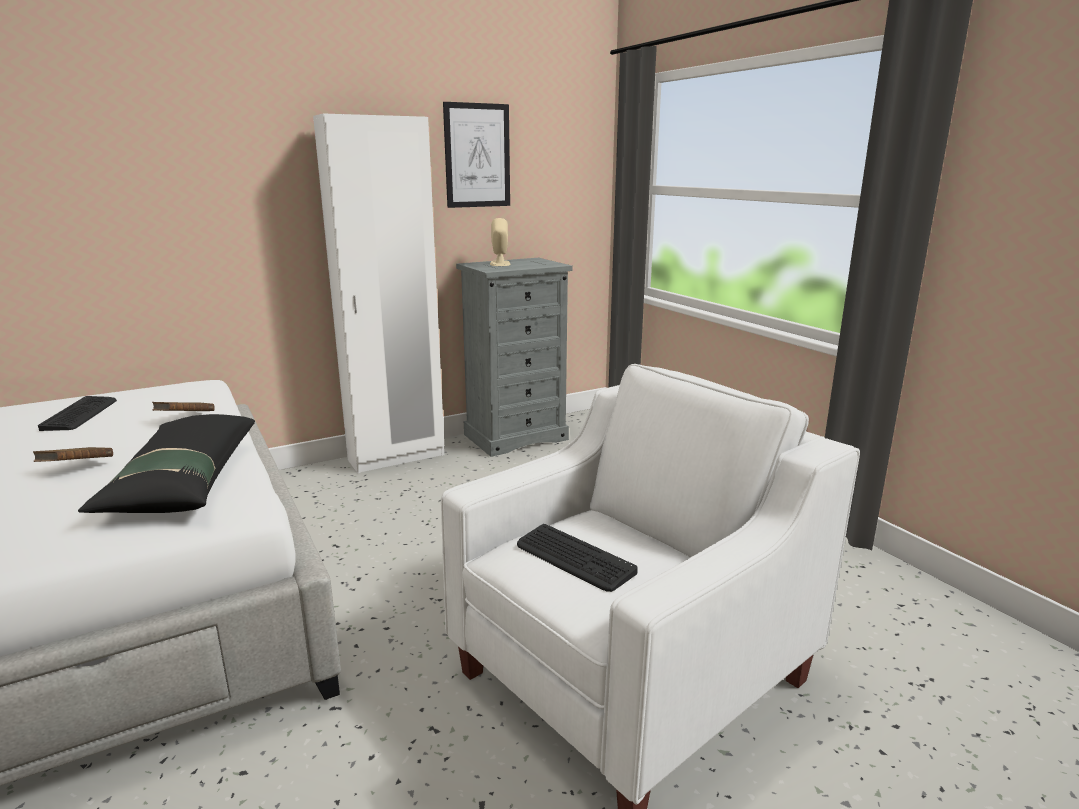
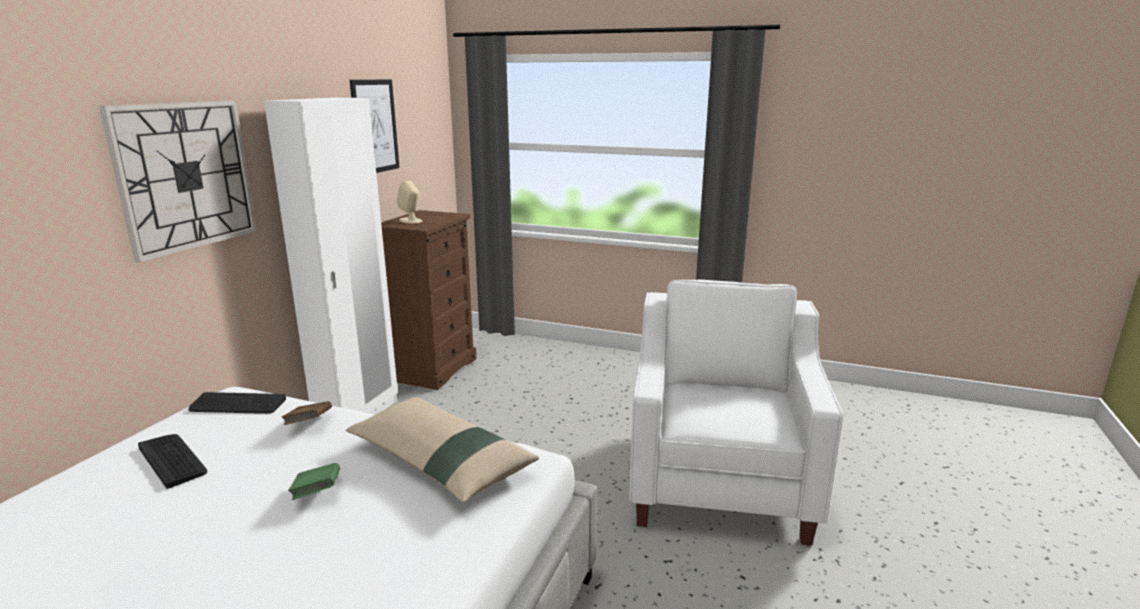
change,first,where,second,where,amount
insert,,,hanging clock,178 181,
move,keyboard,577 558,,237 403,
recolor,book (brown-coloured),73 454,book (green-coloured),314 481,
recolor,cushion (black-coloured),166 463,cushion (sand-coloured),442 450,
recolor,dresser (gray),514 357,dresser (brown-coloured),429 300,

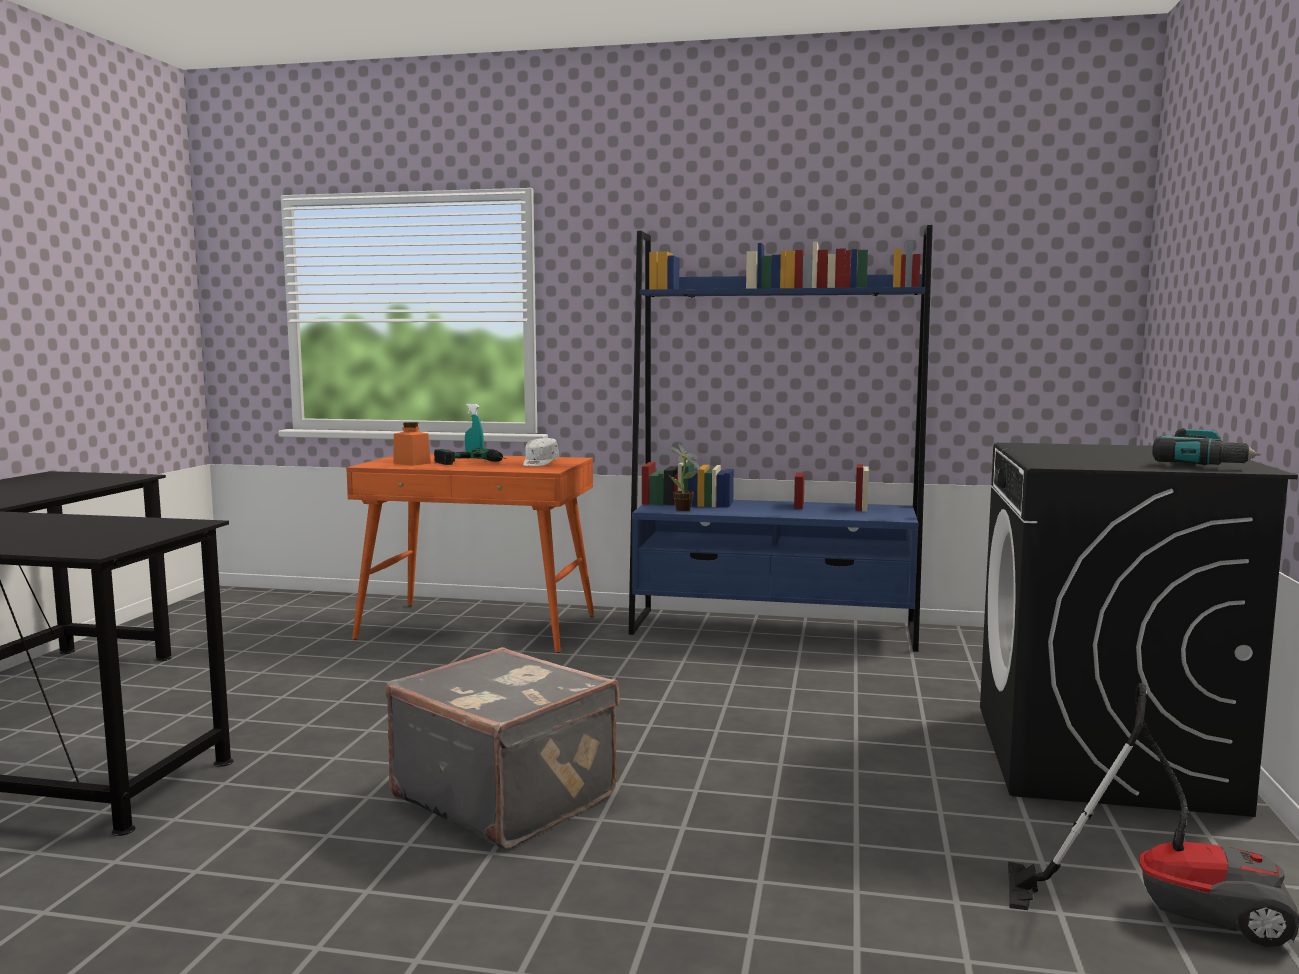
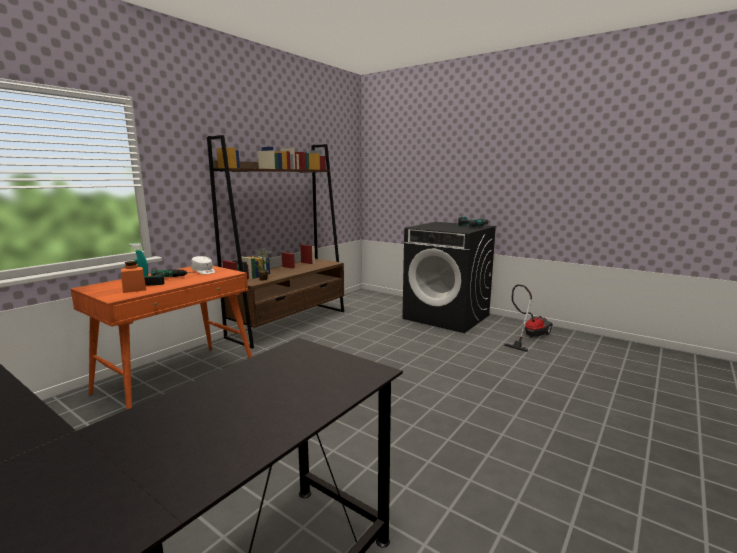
change,first,where,second,where,amount
recolor,bookcase (blue-coloured),781 438,bookcase (brown-coloured),275 242,
delete,piece of luggage (gray),503 748,,,

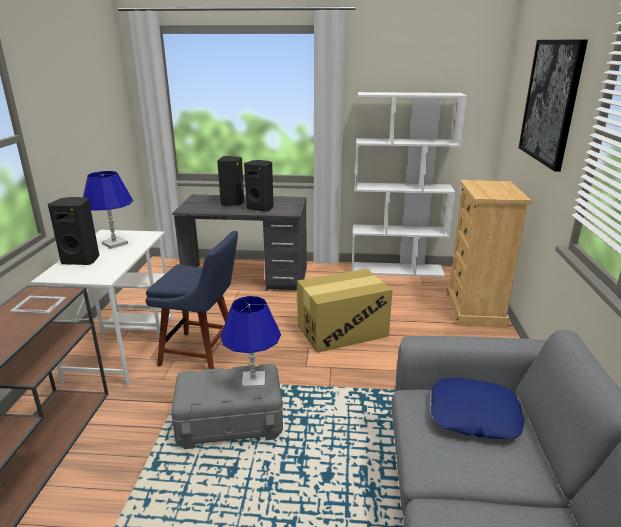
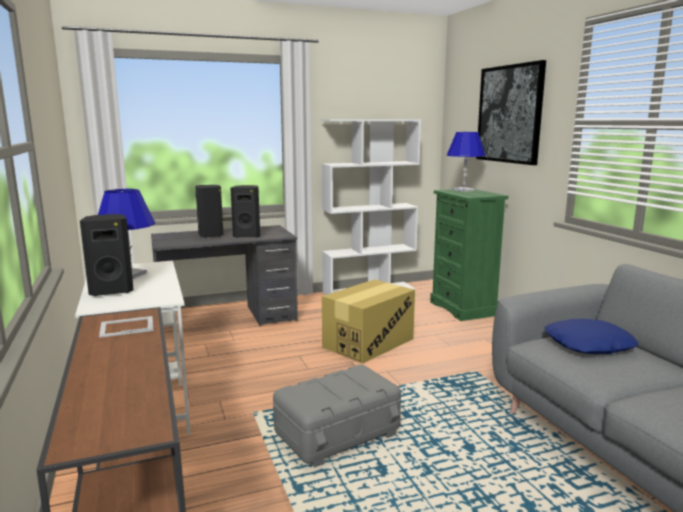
change,first,where,second,where,amount
recolor,dresser (sand-coloured),489 254,dresser (green-coloured),469 255,
move,lamp for a table (blue-coloured),251 342,,466 162,
delete,upright chair (blue-coloured),191 300,,,

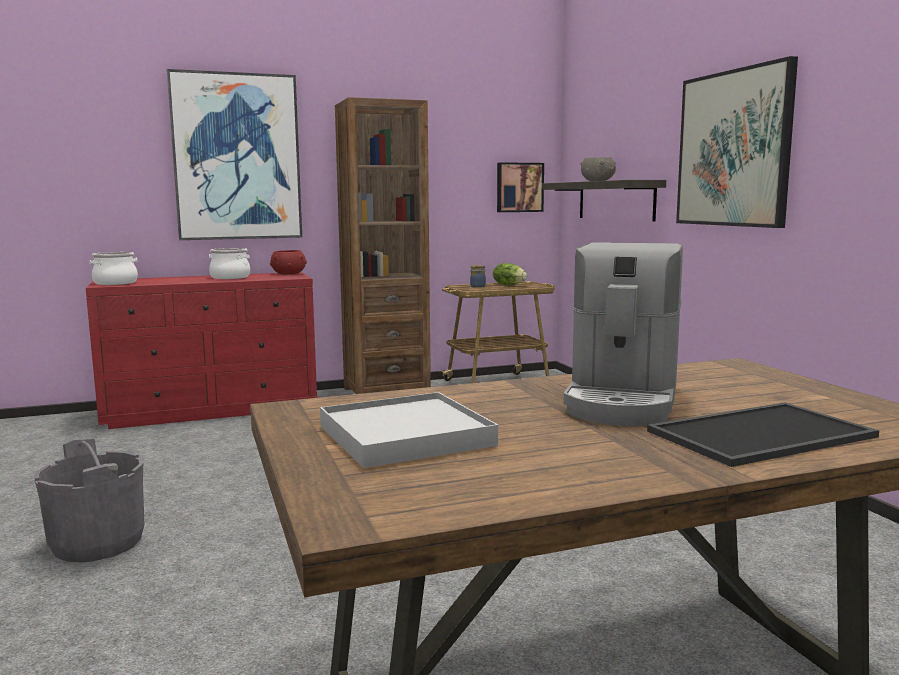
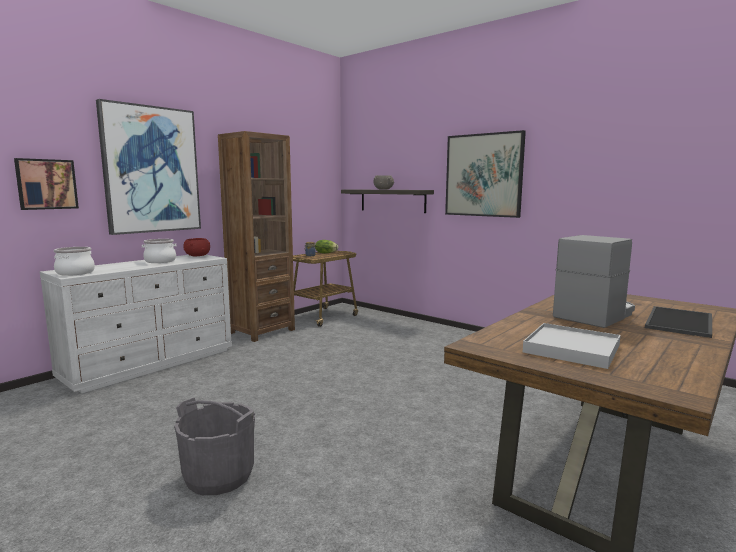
change,first,where,second,where,amount
move,wall picture,520 187,,46 184,
recolor,dresser (red),202 350,dresser (whitish),136 324,
rotate,coffee brewer,623 334,,594 281,120 degrees counterclockwise

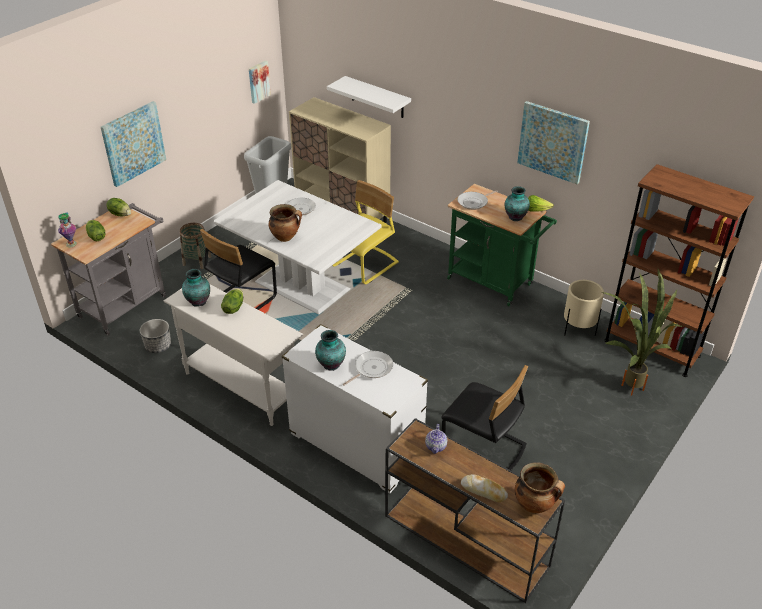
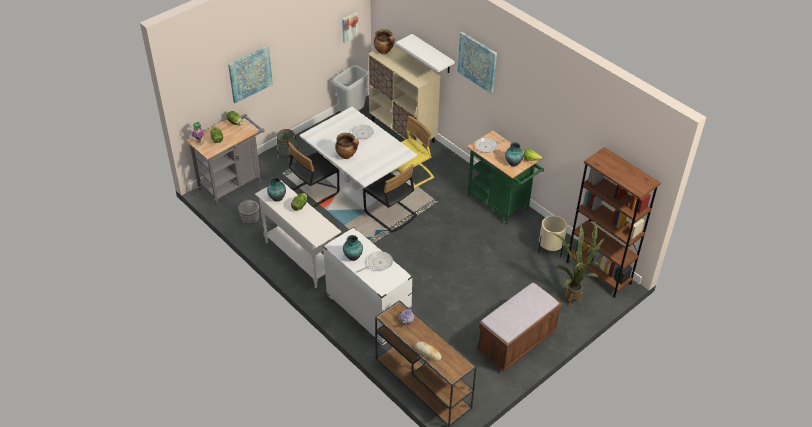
change,first,where,second,where,amount
move,upright chair (black-coloured),484 417,,390 198,
move,stockpot,540 487,,384 41,
move,wall picture,553 142,,477 63,
insert,,,indoor bench (brown-coloured),519 326,

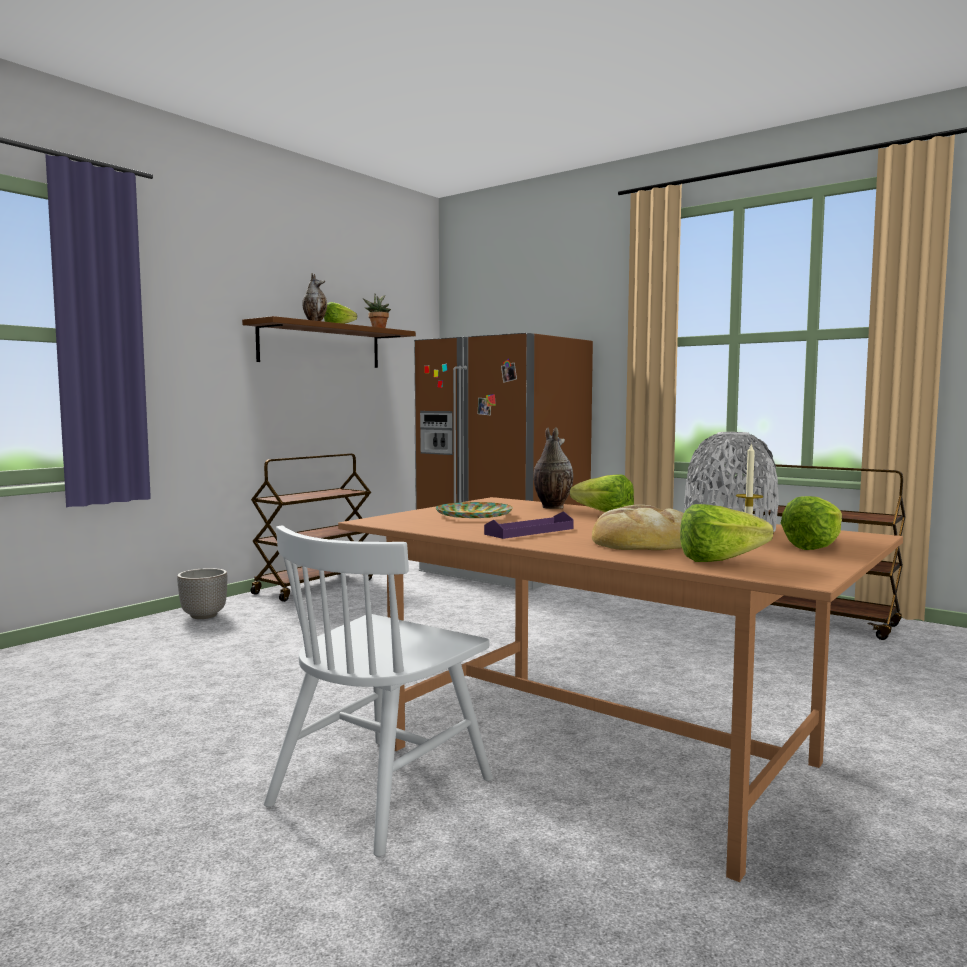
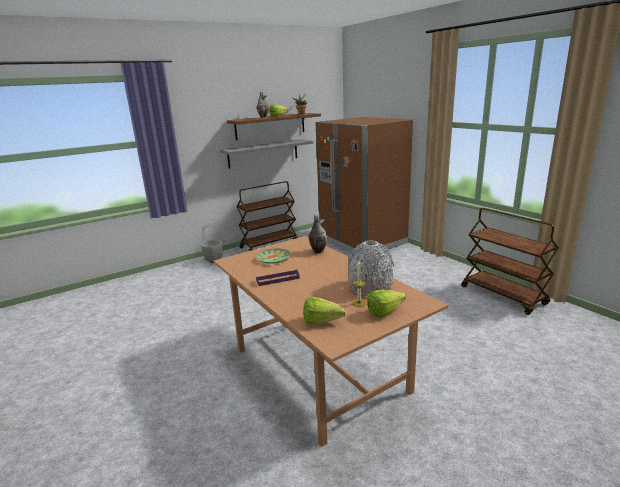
change,first,where,second,where,amount
insert,,,shelf (gray),266 154,
delete,upright chair (whitish),378 691,,,
delete,lettuce,602 493,,,
delete,bread,638 527,,,

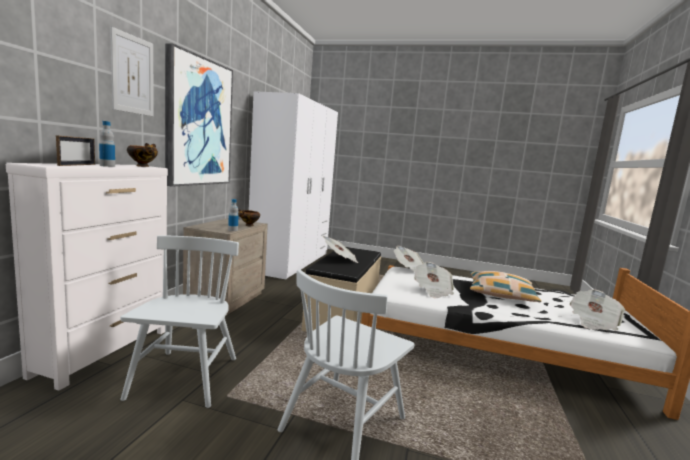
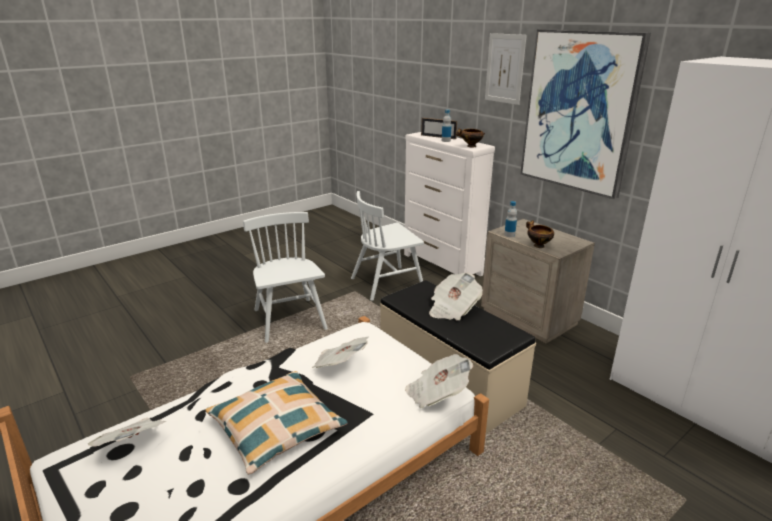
change,first,where,second,where,amount
rotate,upright chair (whitish),179 321,,387 246,120 degrees clockwise

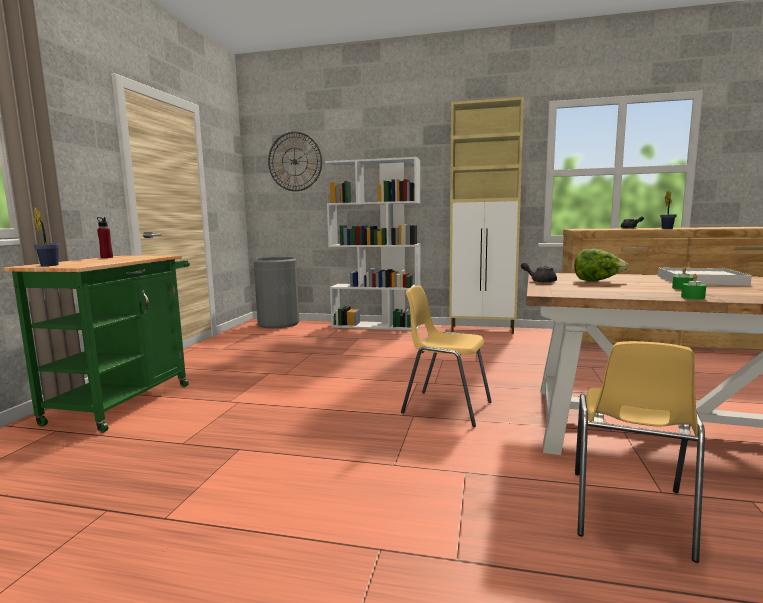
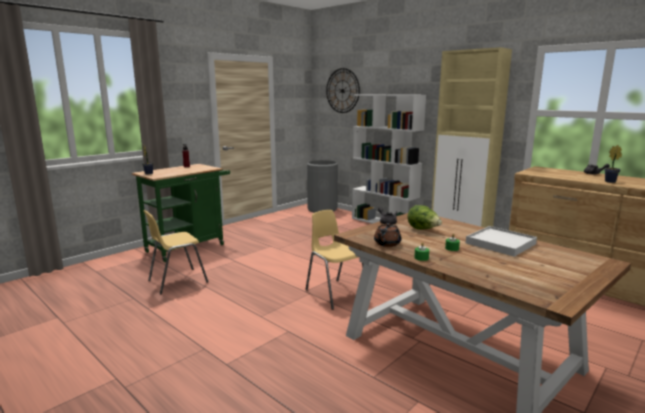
change,first,where,second,where,amount
move,upright chair (yellowish),640 452,,175 252,
insert,,,teapot (brown-coloured),387 235,

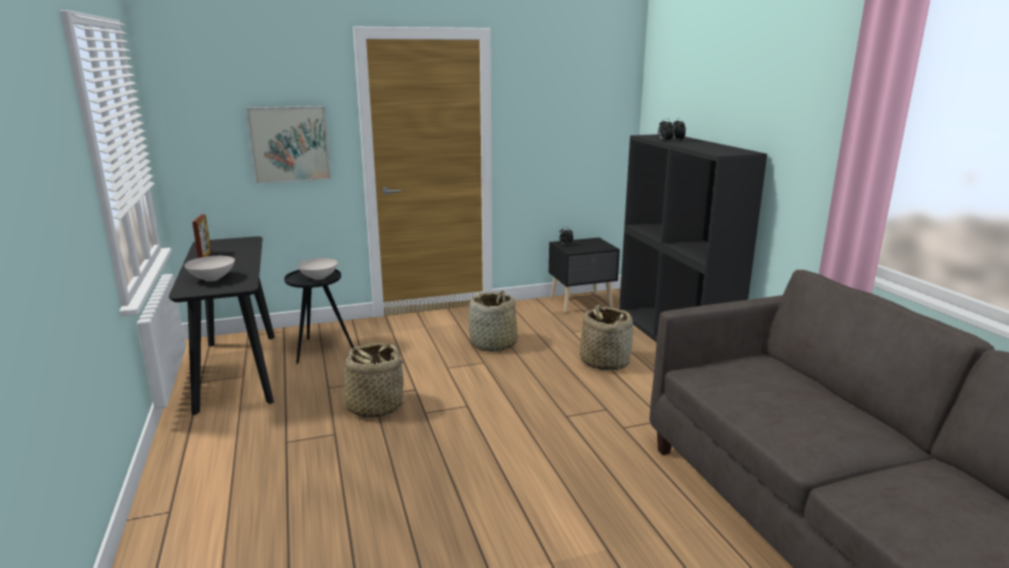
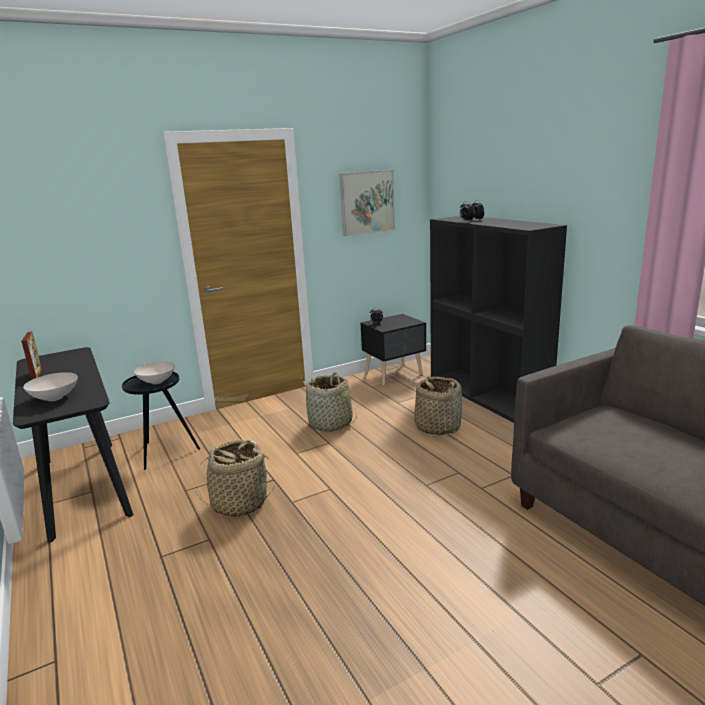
change,first,where,second,where,amount
move,wall picture,288 144,,367 203,

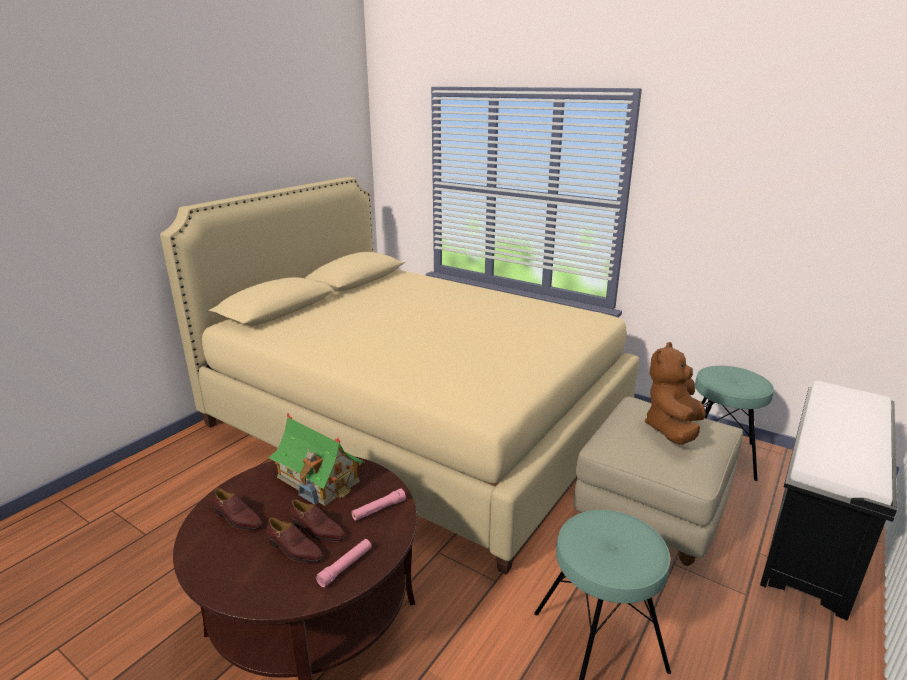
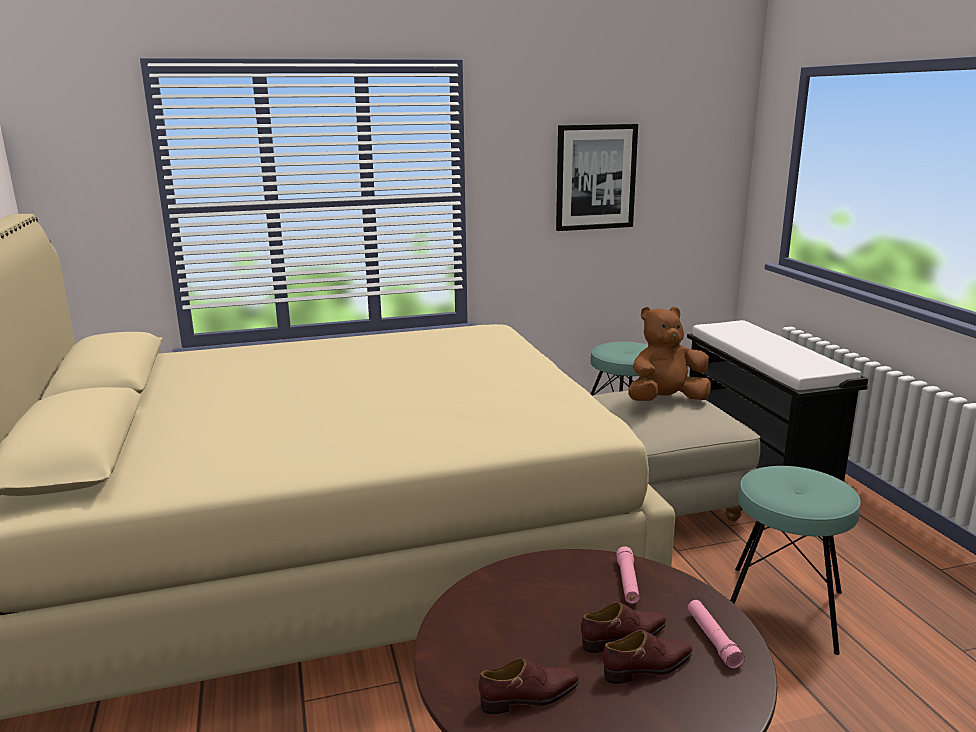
change,first,where,second,where,amount
insert,,,wall picture,597 177,
rotate,plush toy (brown-coloured),675 393,,669 353,90 degrees clockwise
delete,miniature house,316 459,,,

